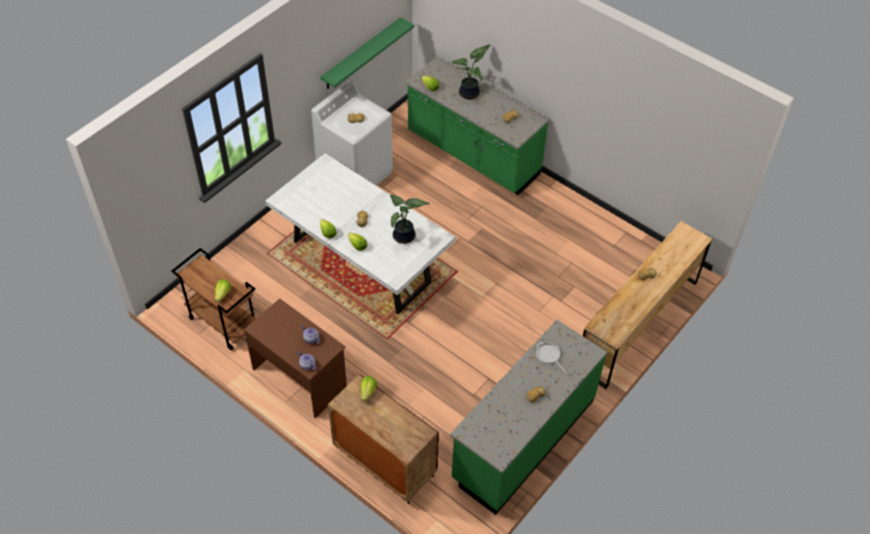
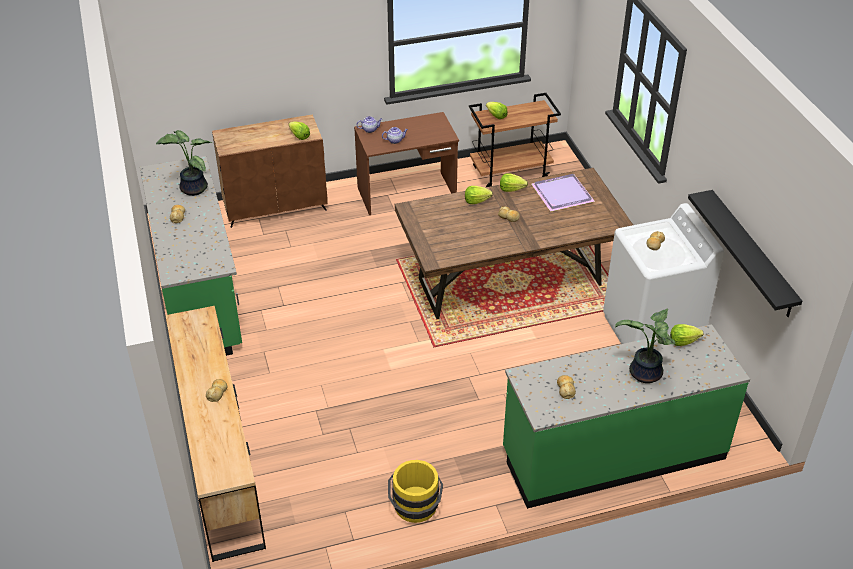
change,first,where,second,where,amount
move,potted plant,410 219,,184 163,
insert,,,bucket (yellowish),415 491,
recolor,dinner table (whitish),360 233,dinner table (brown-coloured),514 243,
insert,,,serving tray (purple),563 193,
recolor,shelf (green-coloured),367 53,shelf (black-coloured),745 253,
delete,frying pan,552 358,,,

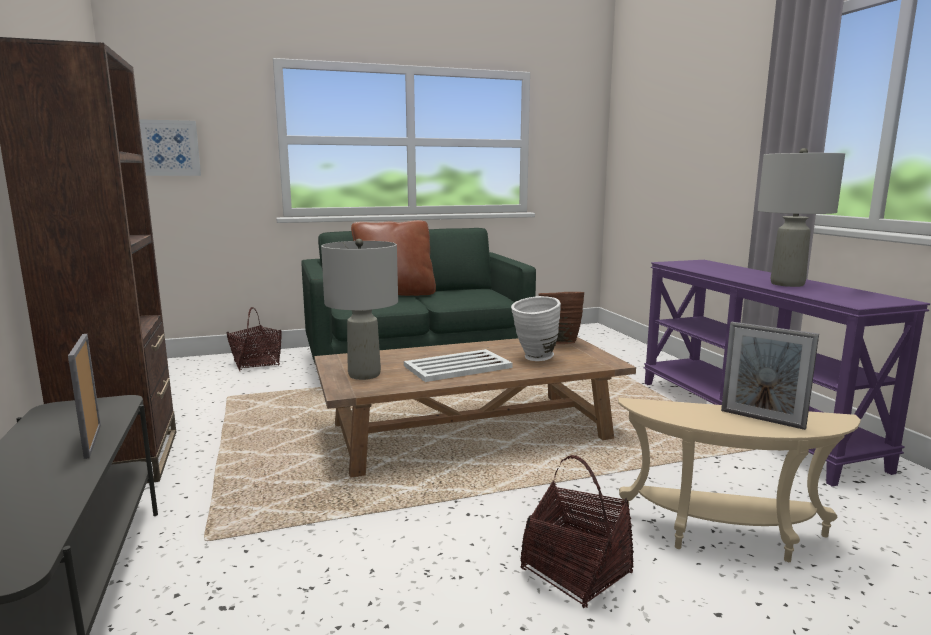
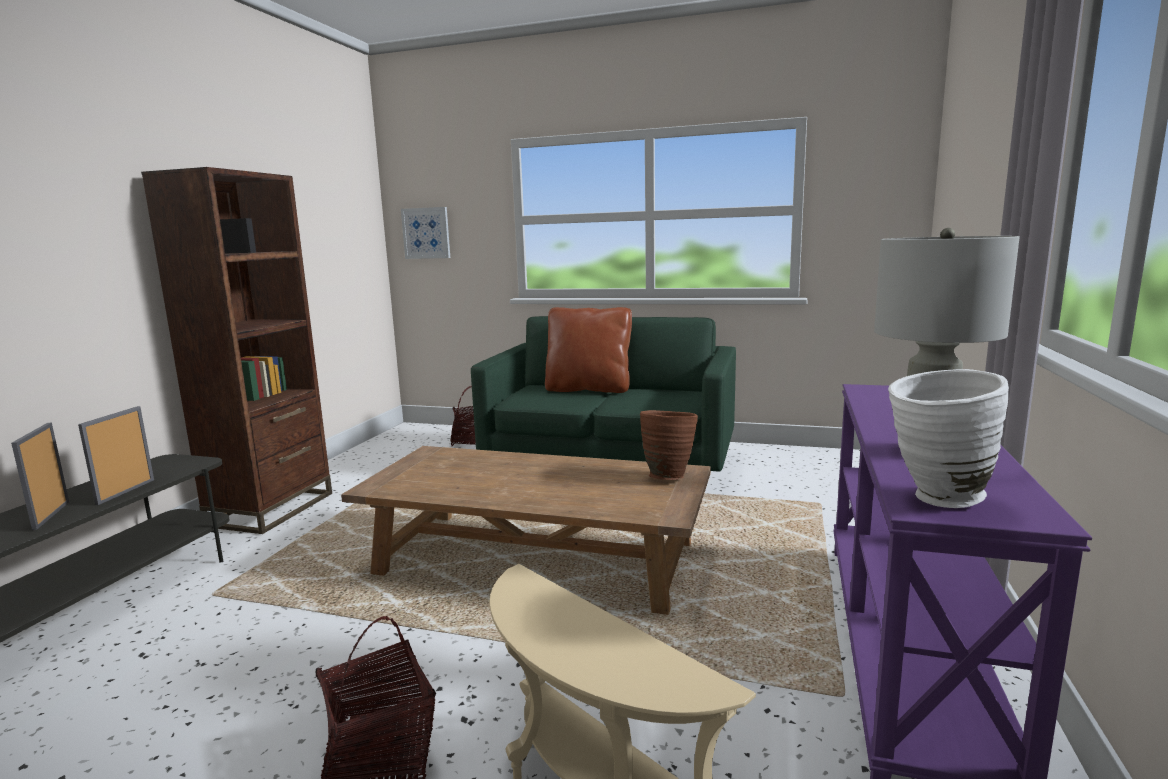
change,first,where,second,where,amount
move,standing frame,770 376,,40 476,
move,flower vase (whitish),536 328,,948 438,
delete,lamp for a table (gray),359 309,,,
delete,serving tray (whitish),458 365,,,

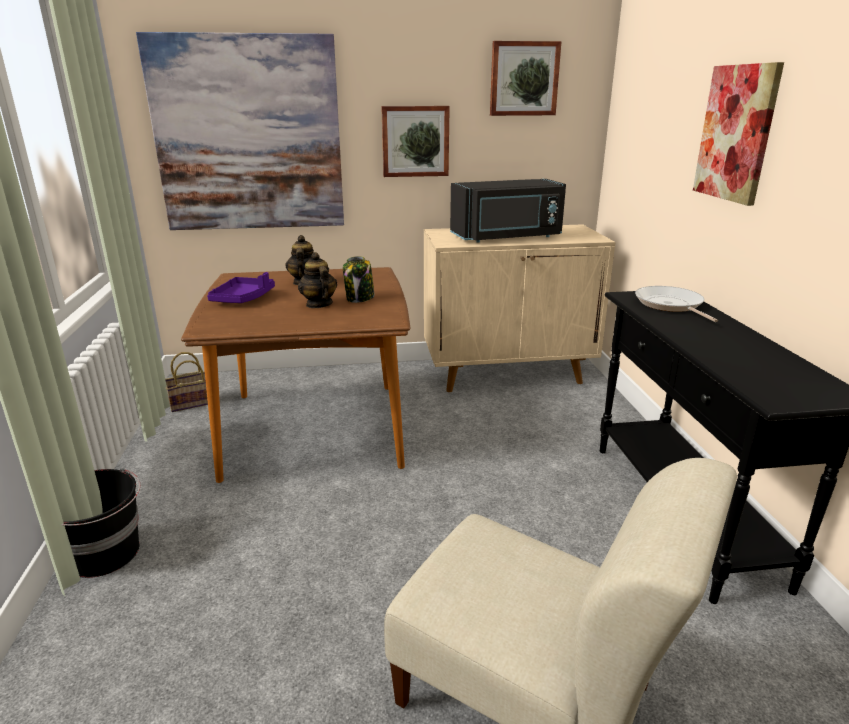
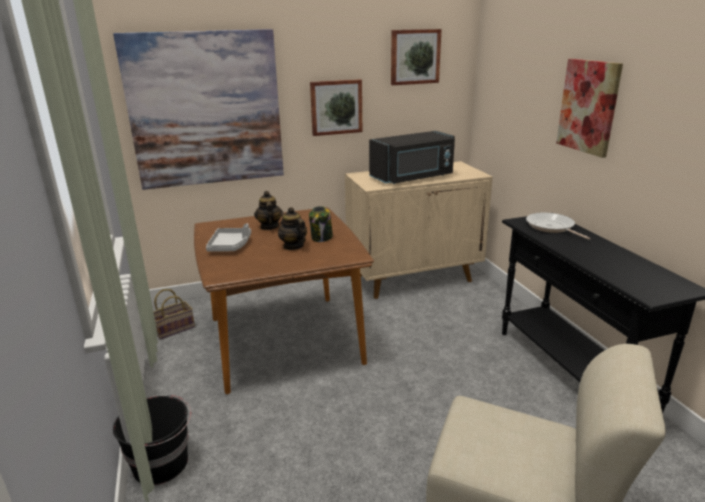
change,first,where,second,where,amount
recolor,serving tray (purple),241 287,serving tray (gray),228 237,

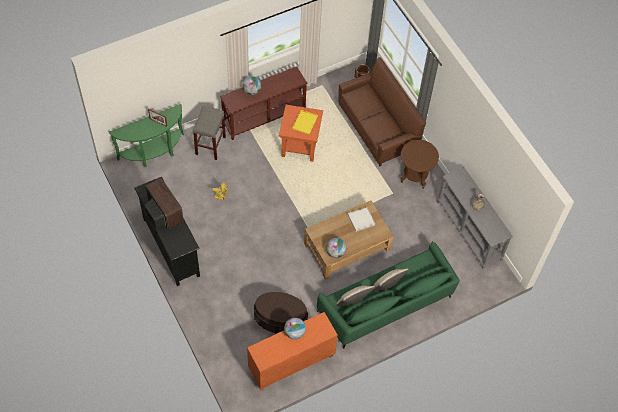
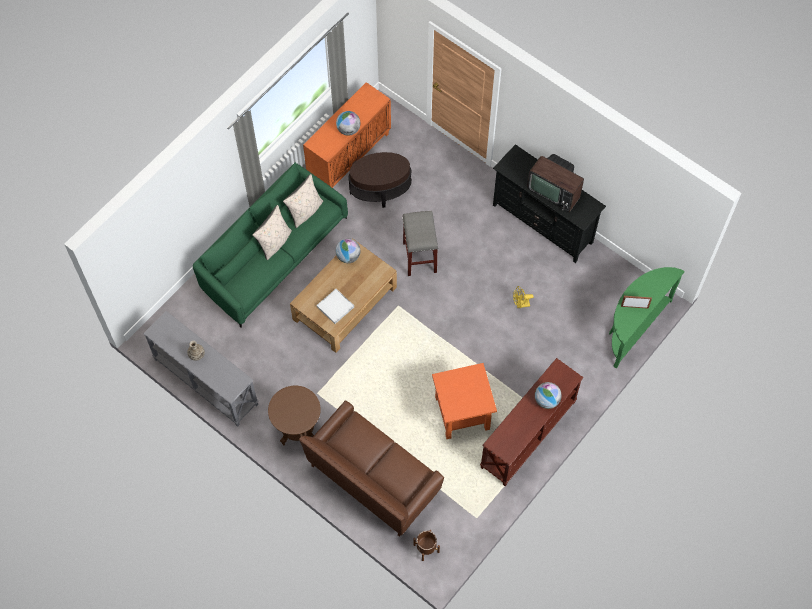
change,first,where,second,where,amount
move,stool (gray),209 133,,420 243,
delete,serving tray (yellowish),305 122,,,

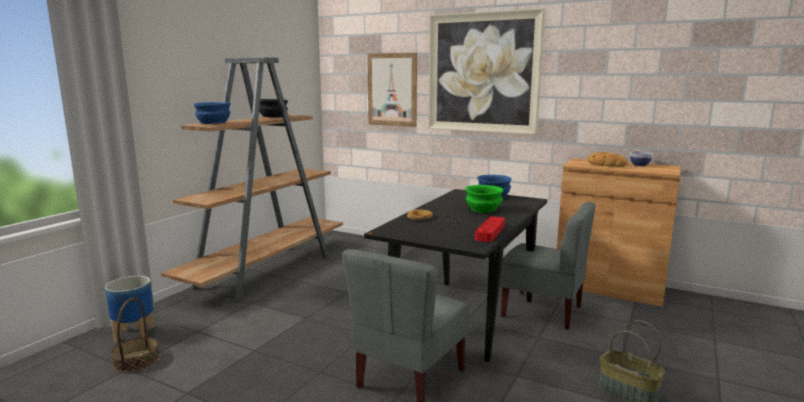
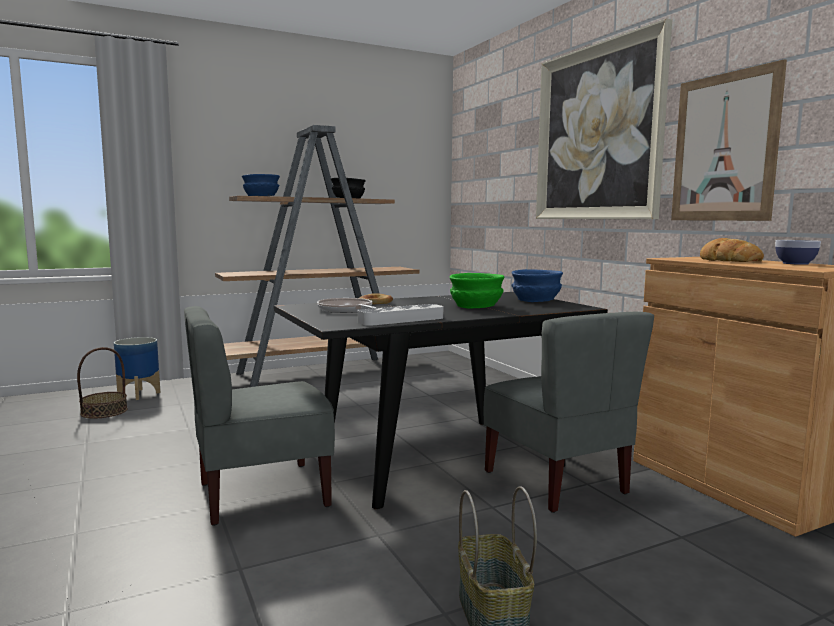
change,first,where,second,where,amount
insert,,,frying pan,347 305,
recolor,serving tray (red),490 229,serving tray (gray),400 315,
move,wall picture,392 90,,729 140,

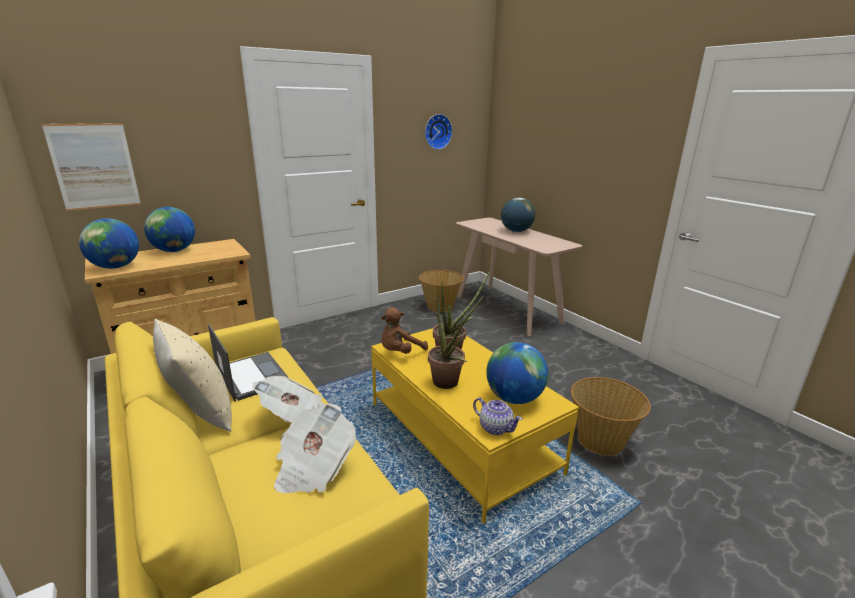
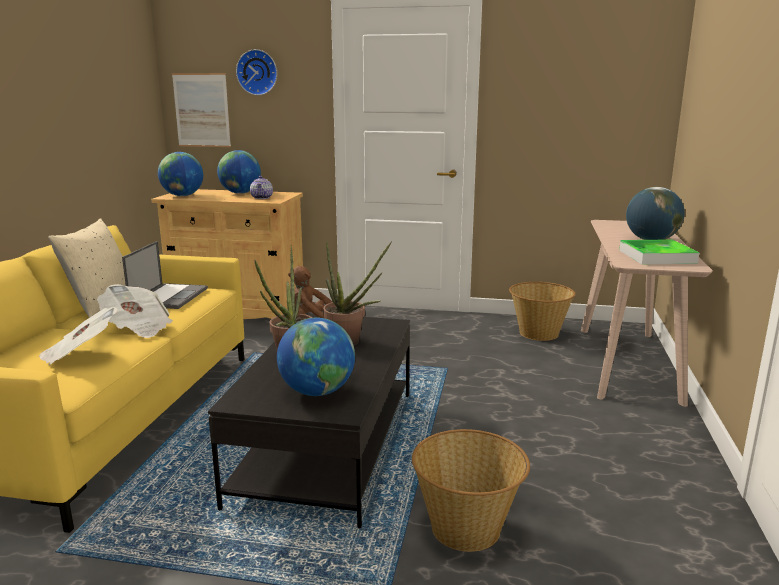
change,first,where,second,where,amount
recolor,lounge table (yellowish),475 426,lounge table (black-coloured),309 420,
move,hanging clock,438 131,,256 72,
move,teapot,498 416,,261 187,
insert,,,serving tray,659 252,

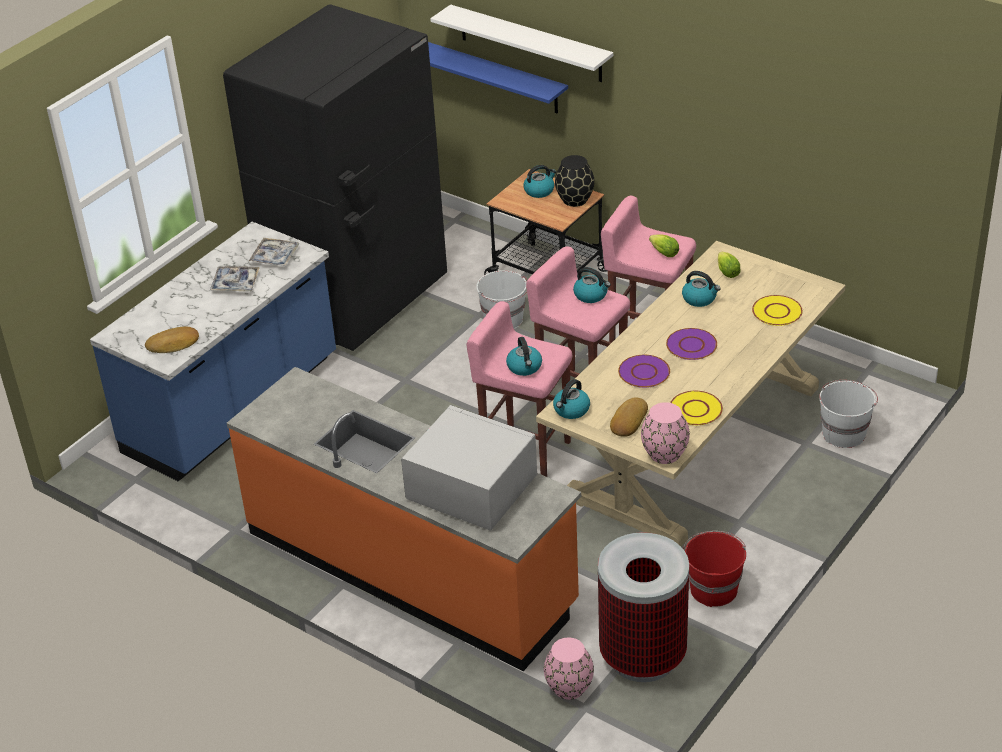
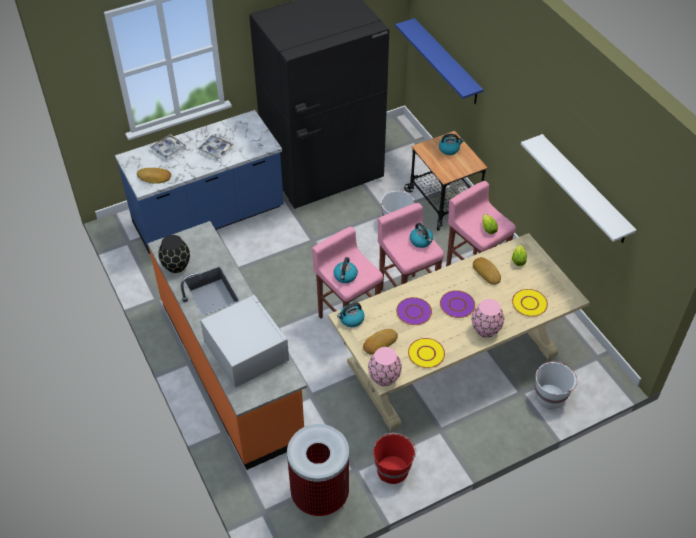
change,first,where,second,where,amount
move,serving tray,274 252,,168 146,
move,flower vase (black-coloured),574 181,,174 254,
move,flower vase (pinkish),569 669,,488 318,
replace,kettle,701 289,bread,487 271,
move,shelf (whitish),521 43,,578 188,

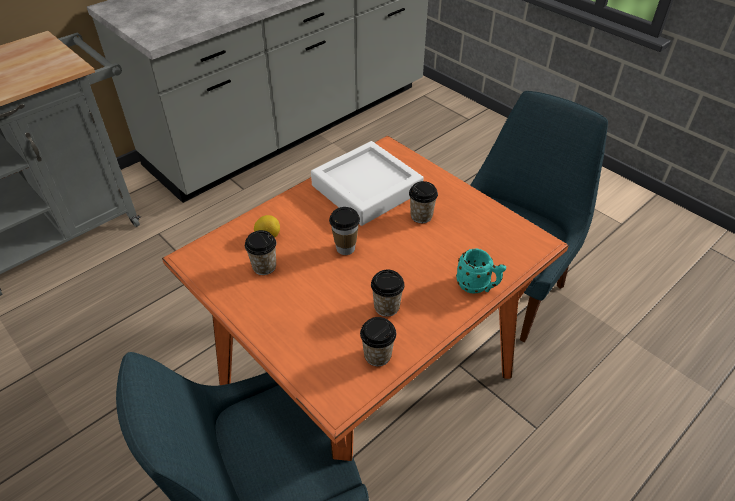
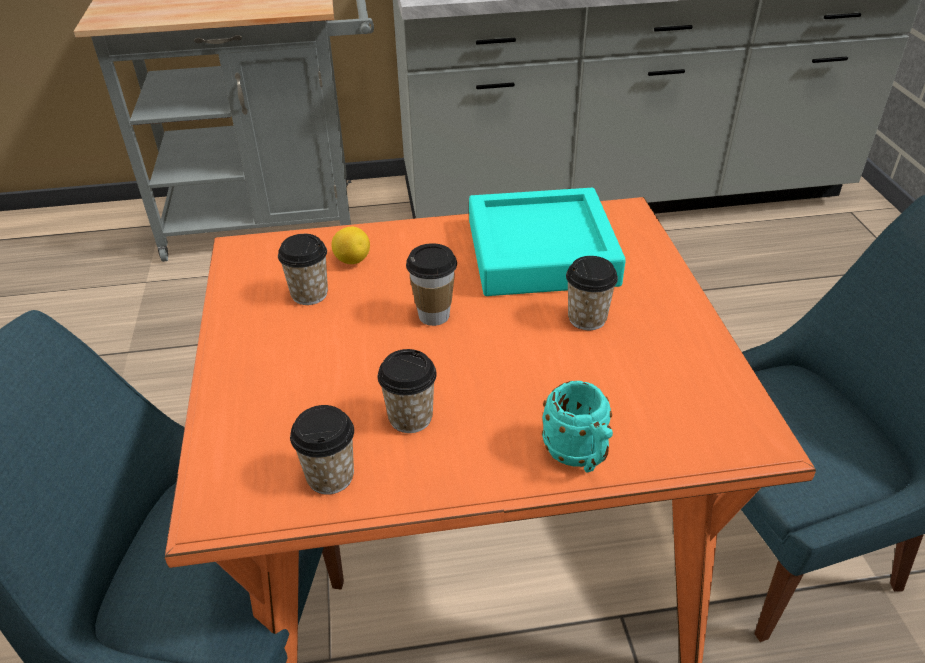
change,first,where,second,where,amount
recolor,serving tray (whitish),367 183,serving tray (turquoise-coloured),547 242,

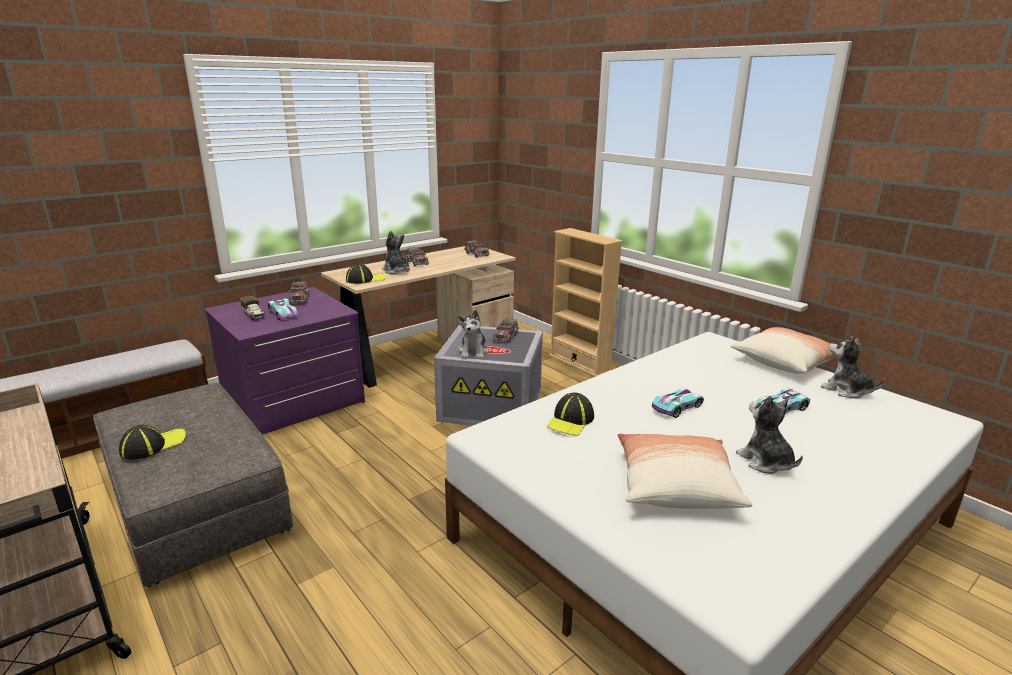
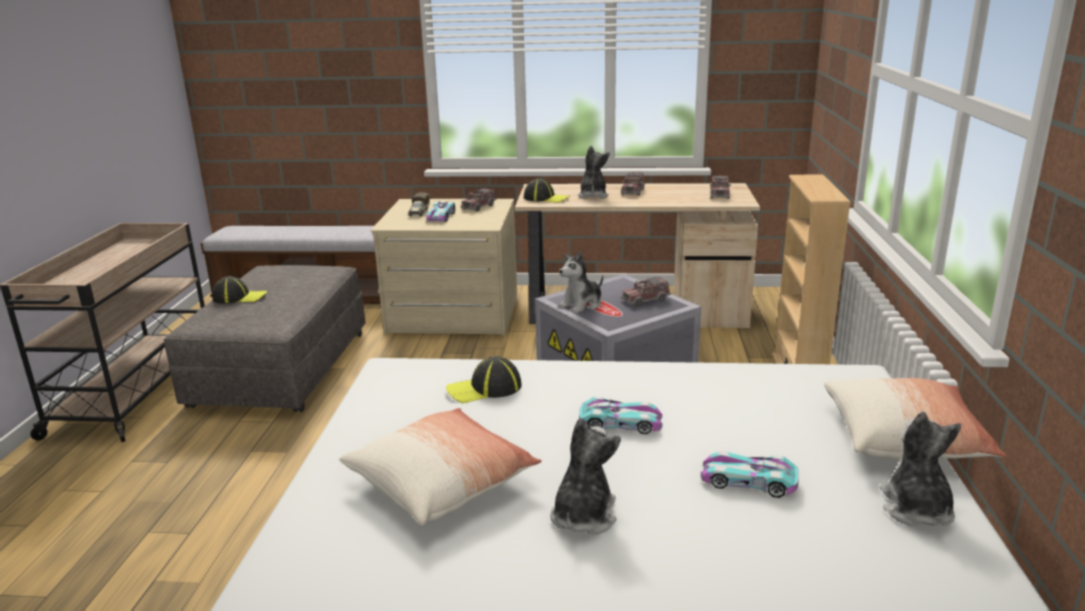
change,first,where,second,where,amount
recolor,dresser (purple),284 361,dresser (sand-coloured),443 267,

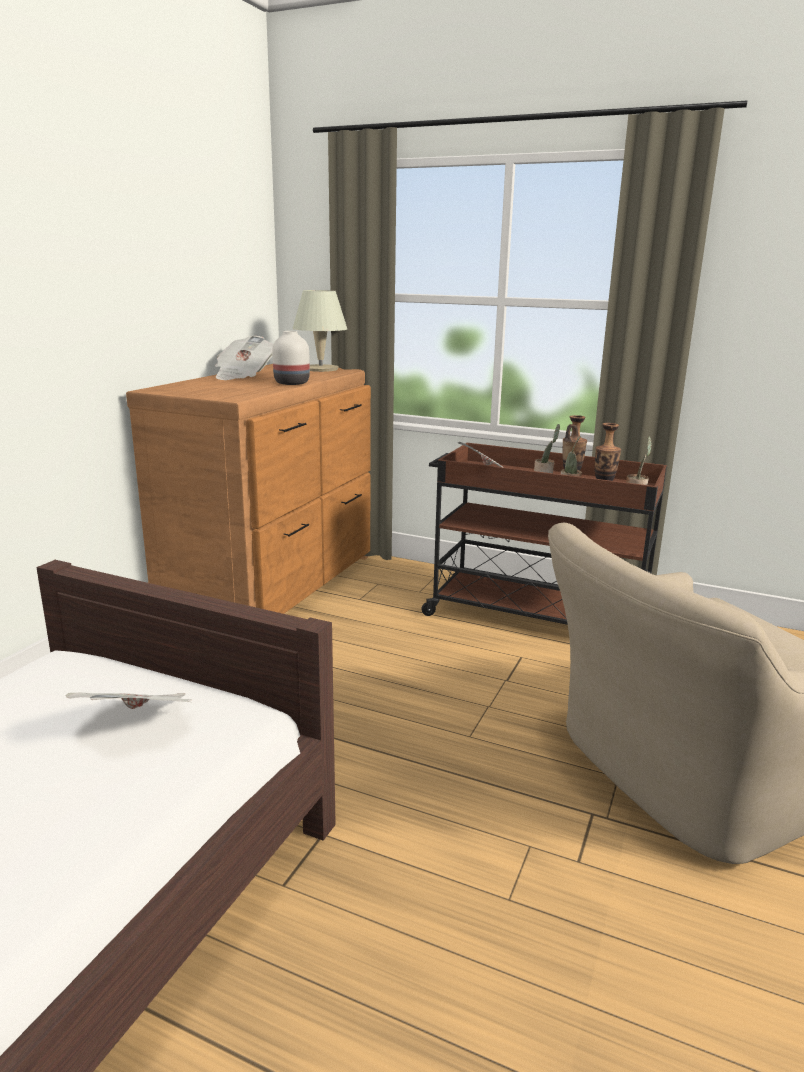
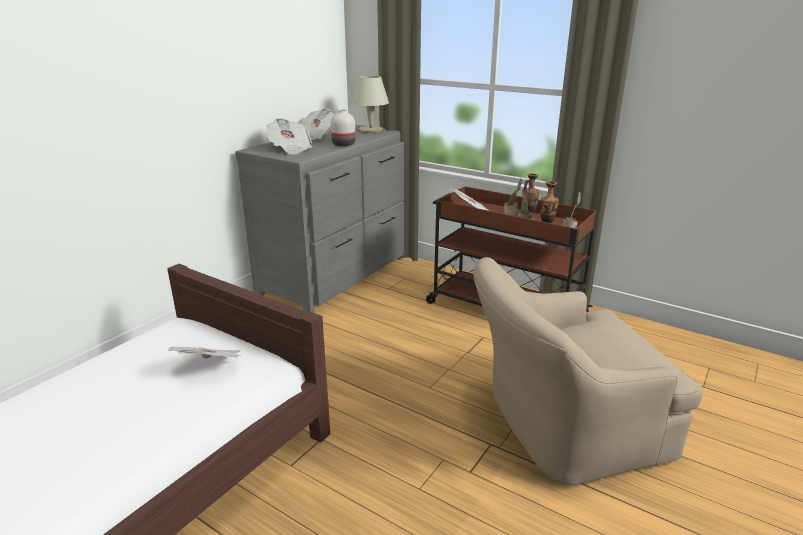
change,first,where,second,where,amount
recolor,dresser (brown-coloured),248 489,dresser (gray),319 218,
insert,,,daily paper,289 136,

